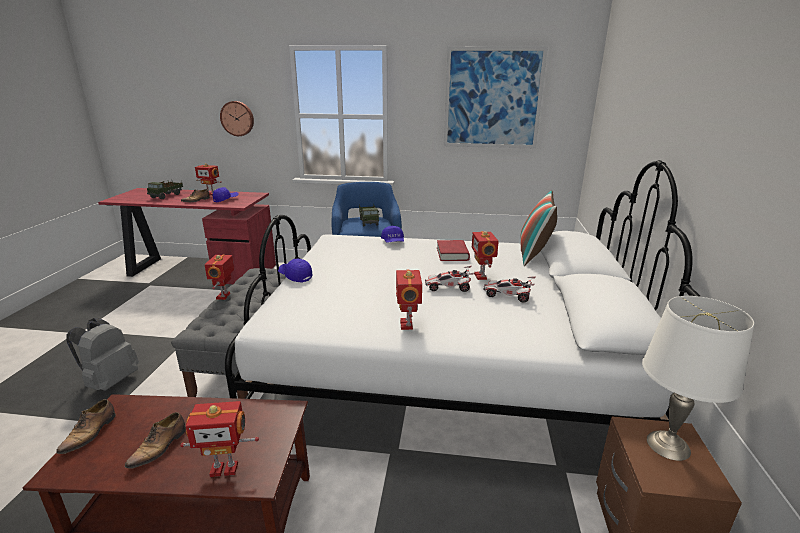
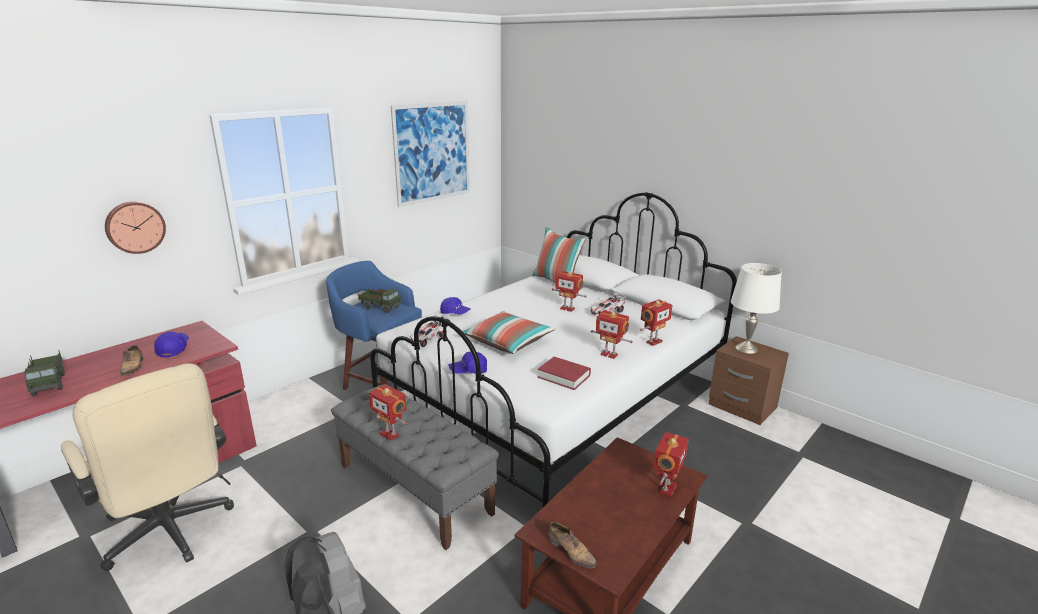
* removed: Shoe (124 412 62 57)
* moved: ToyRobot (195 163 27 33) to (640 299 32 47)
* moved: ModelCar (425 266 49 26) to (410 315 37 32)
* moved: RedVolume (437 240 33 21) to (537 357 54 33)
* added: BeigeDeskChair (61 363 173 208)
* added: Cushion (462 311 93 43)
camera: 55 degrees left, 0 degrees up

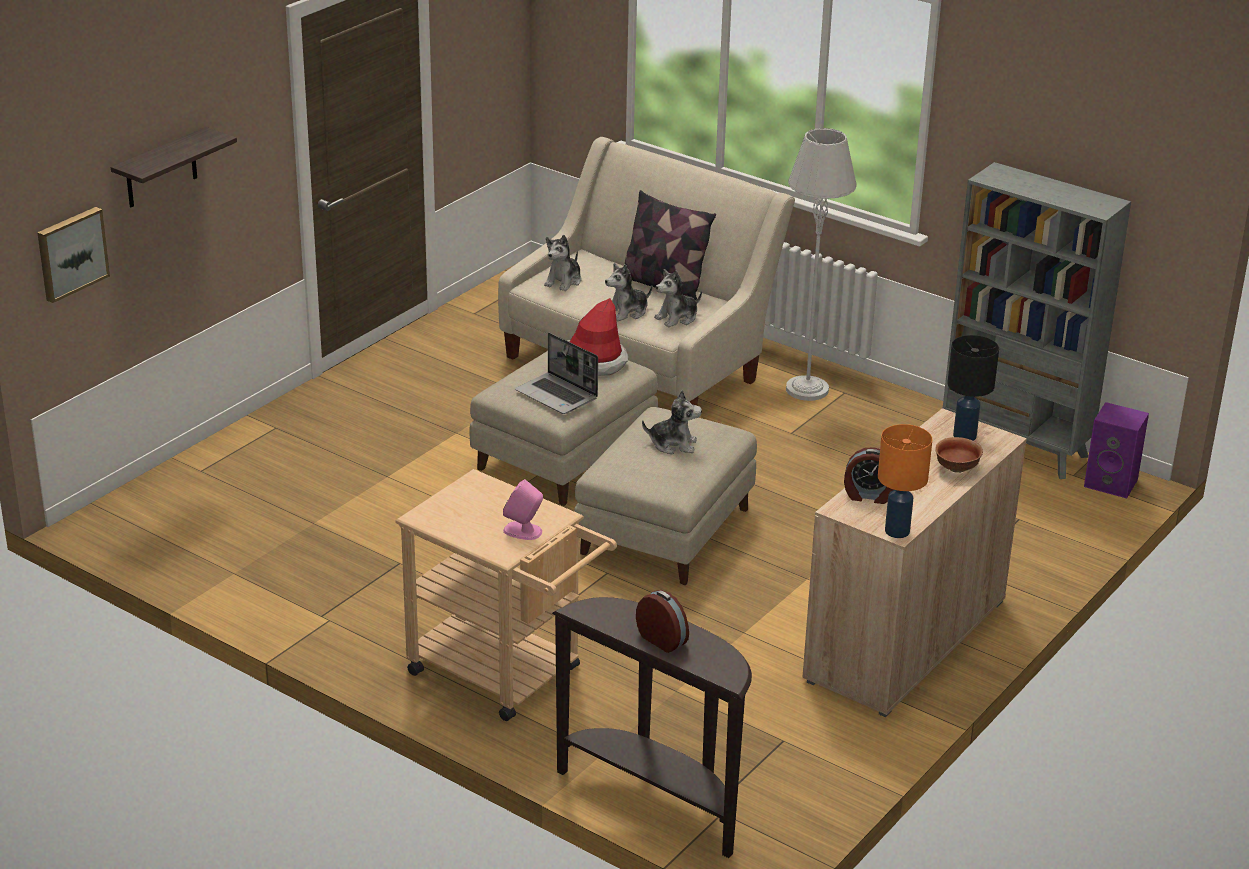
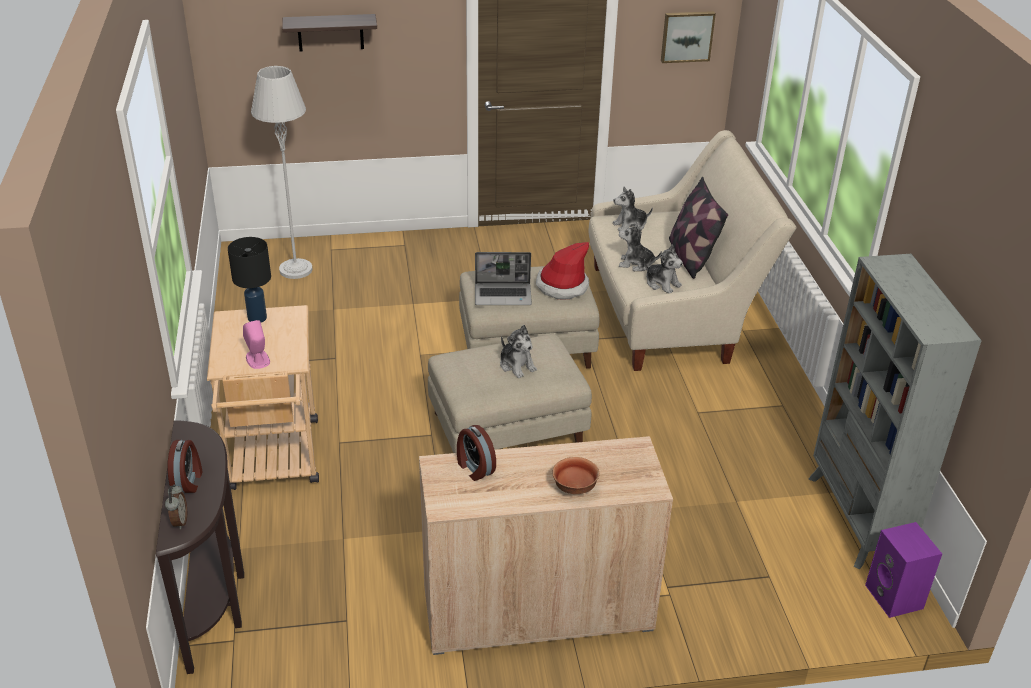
* moved: WallPicture (37 207 73 96) to (661 11 55 52)
* turned: PortableComputer (515 333 83 81) = (475 252 57 53) 90 degrees counterclockwise
* turned: SoftToy (654 269 48 58) = (644 244 39 49) 150 degrees counterclockwise
* moved: GreyStandardLamp (786 128 71 273) to (251 66 62 213)
* removed: OrangeColouredTableLamp (878 424 54 114)
* moved: BlackTableLamp (947 335 52 106) to (228 237 43 86)
* added: BedsideClock (165 484 22 46)
camera: 45 degrees right, 5 degrees up

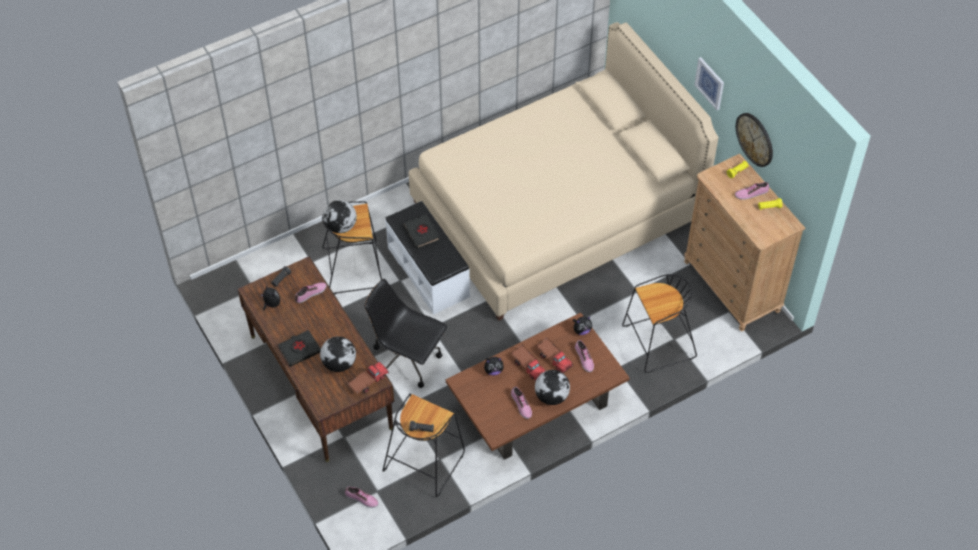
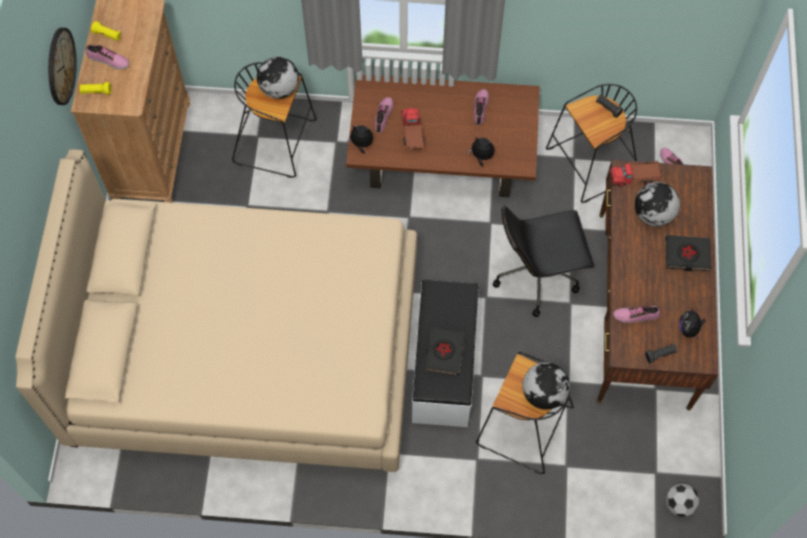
* turned: BlackDeskChair (364 279 84 109) = (493 206 102 111) 105 degrees clockwise
* removed: ToyLorry (511 344 35 38)
* moved: DeskGlobe (535 370 35 35) to (257 57 42 42)
* removed: WallPicture (694 57 30 53)
* added: BallForFootball (666 483 33 34)
camera: 145 degrees left, 10 degrees up

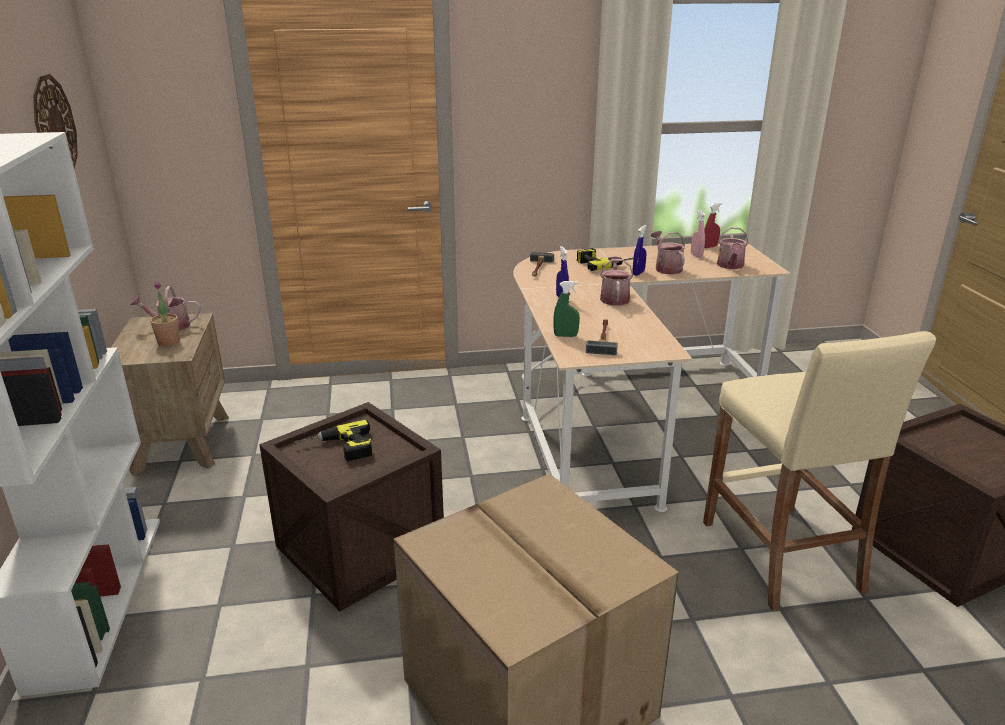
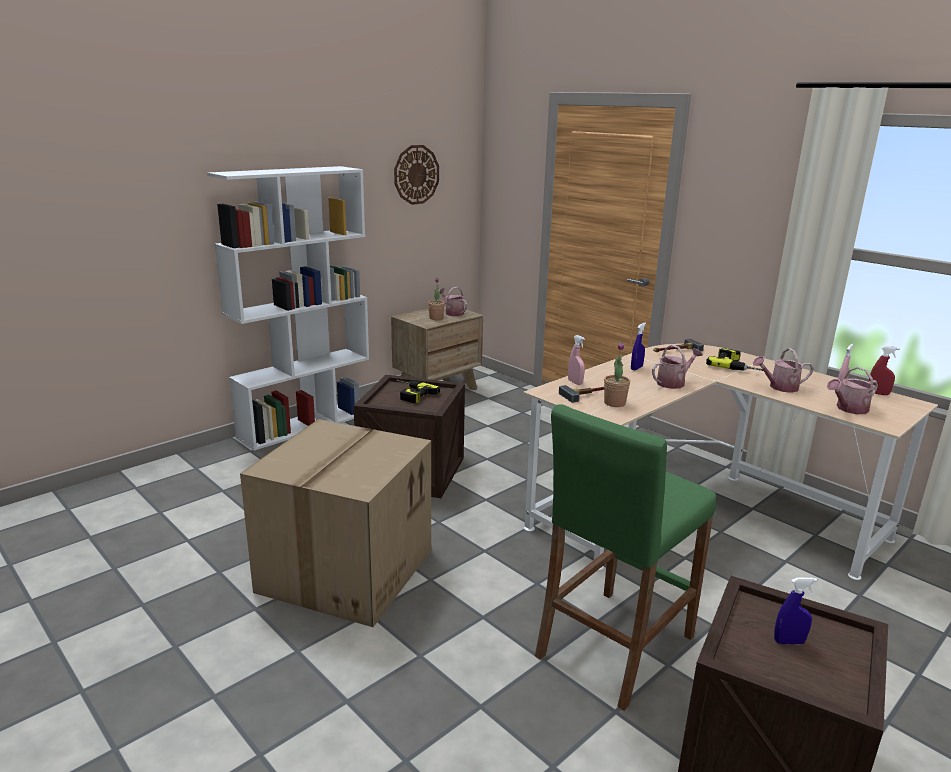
* recoloured: GreenColouredHandSprayer (553 281 27 56) to PinkHandSprayer (568 335 17 50)
* moved: BlueHandSprayer (633 225 14 51) to (774 577 43 67)
* turned: WateringCan (651 231 34 44) = (753 348 61 45) 135 degrees counterclockwise
* recoloured: BeigeStool (703 331 233 280) to GreenColouredStool (535 404 181 306)
* added: Houseplant (604 342 26 65)
camera: 55 degrees right, 5 degrees down

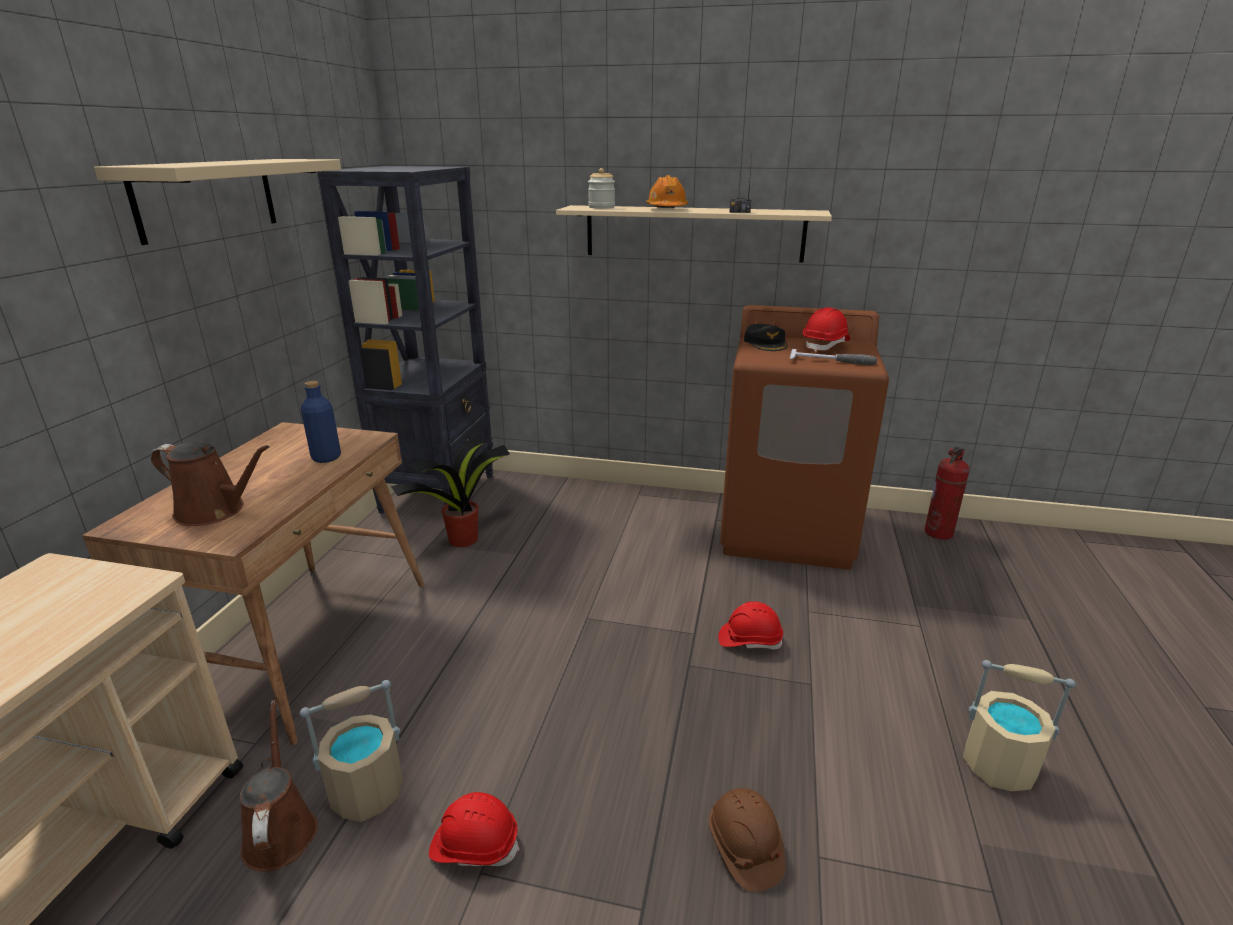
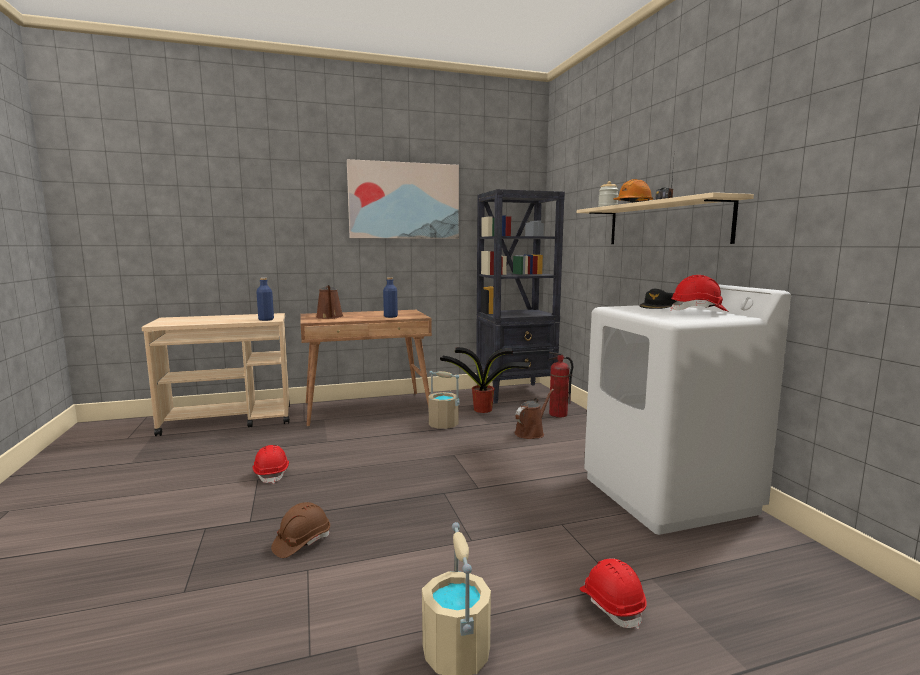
* replaced: BeigeBracketShelf (94 159 247 86) to WallPicture (347 159 112 80)
* moved: BrownWateringCan (240 700 78 172) to (514 389 40 50)
* moved: BeigePail (300 680 103 142) to (428 371 32 58)
* moved: RedWorkHelmet (718 601 65 49) to (580 559 67 70)
* recoloured: BrownLaundryAppliance (720 305 169 265) to WhitishLaundryAppliance (584 284 207 251)
* removed: Hammer (789 349 88 16)
* moved: FireExtinguisher (924 447 46 93) to (548 351 25 67)
* added: BlueBottle (256 278 18 43)
camera: 60 degrees right, 15 degrees down

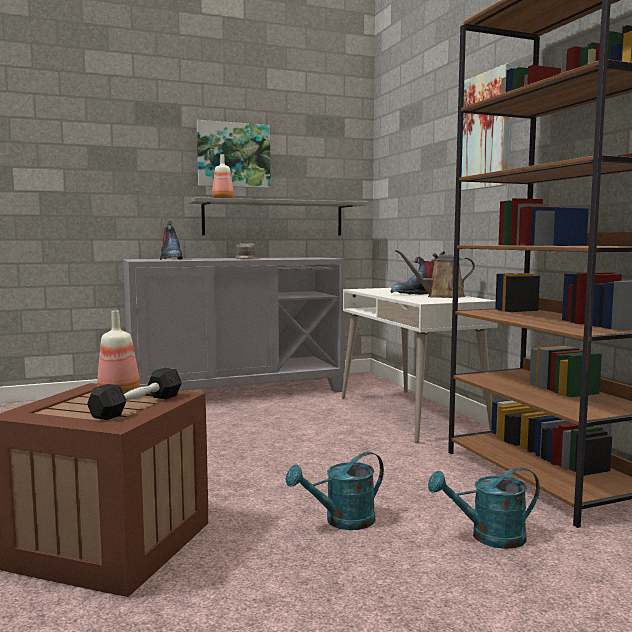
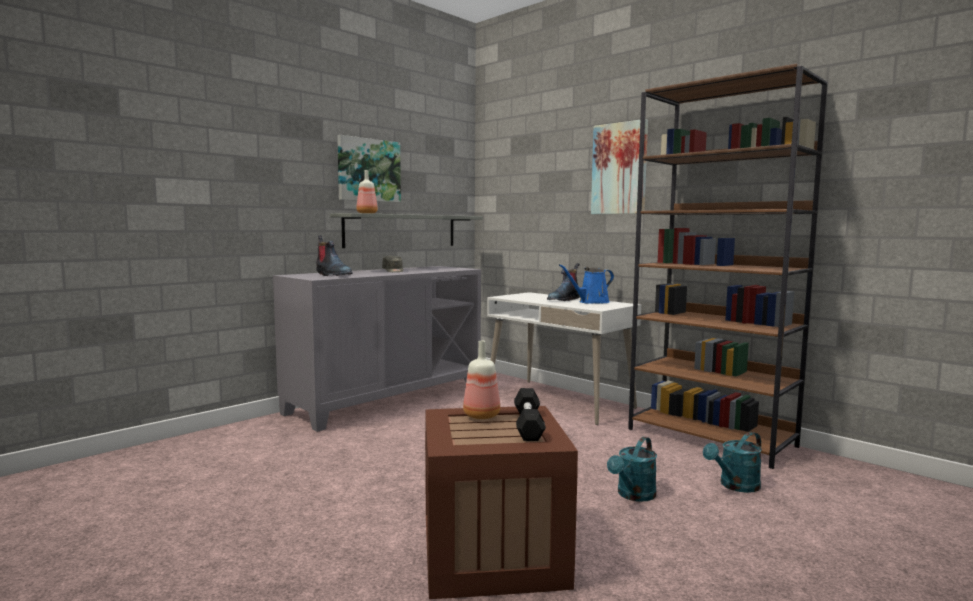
* recoloured: BrownWateringCan (395 249 80 49) to BlueWateringCan (559 264 55 40)
camera: 25 degrees left, 0 degrees up

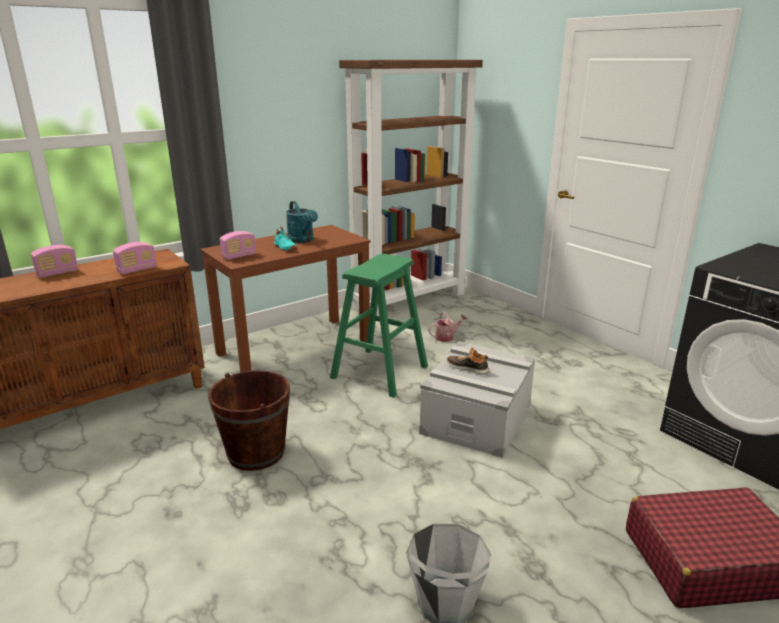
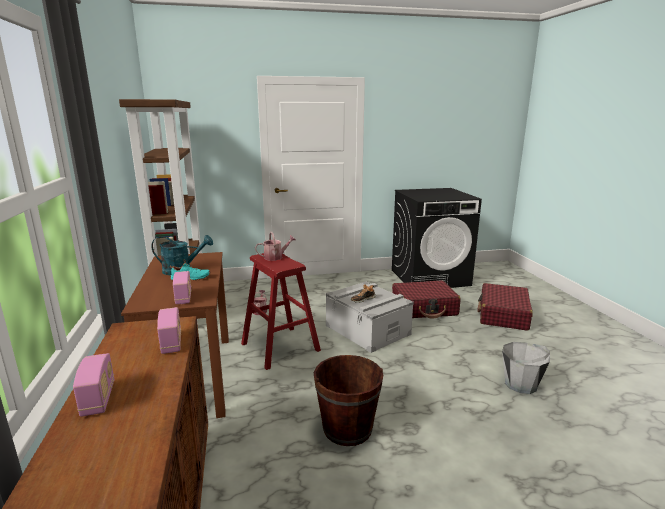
* recoloured: GreenColouredStool (330 254 98 144) to RedStool (241 253 80 117)
* added: WateringCan (255 232 41 29)
* added: RedTravelCase (392 281 69 38)
camera: 65 degrees left, 5 degrees down

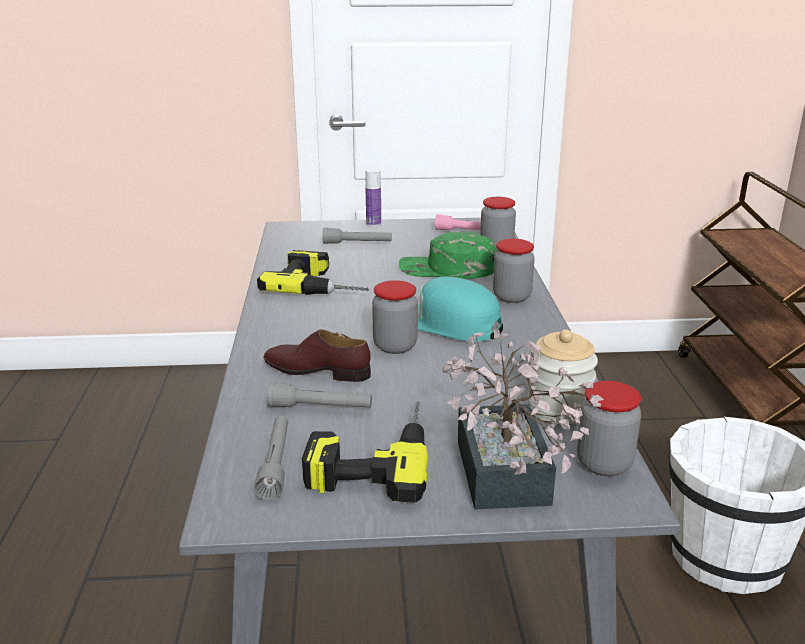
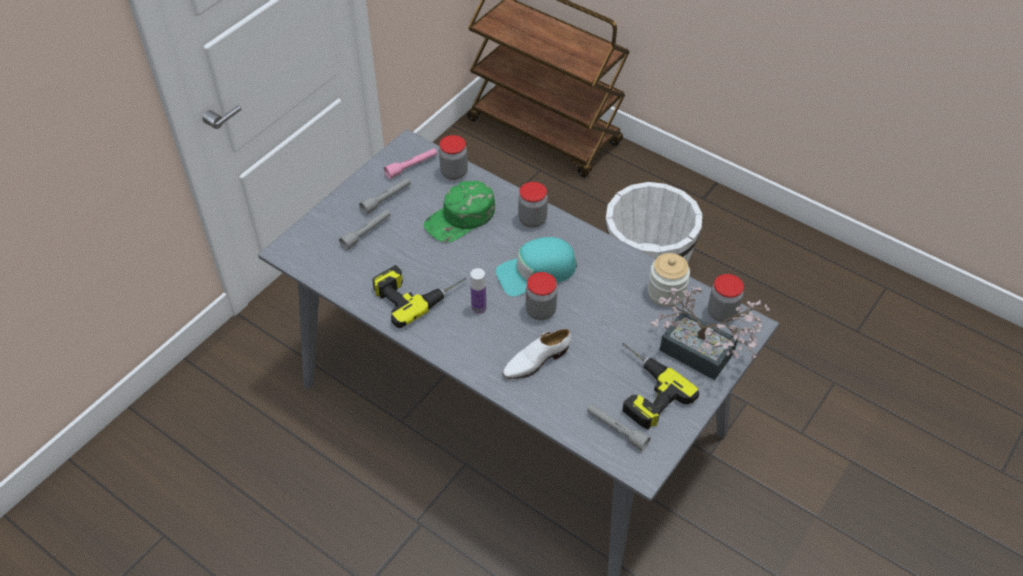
* recoloured: BrownShoe (263 329 108 53) to WhitishShoe (502 329 69 50)
* moved: GreyFlashlight (266 382 106 26) to (359 178 52 37)
* moved: Bottle (365 169 16 58) to (470 268 16 46)
camera: 50 degrees left, 25 degrees up

